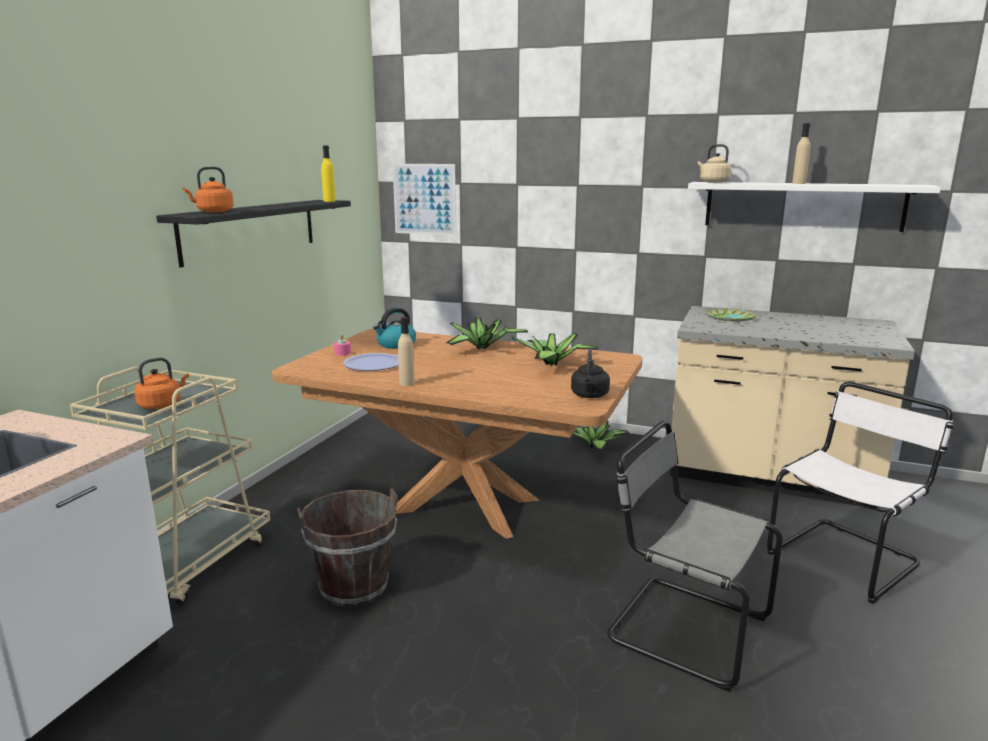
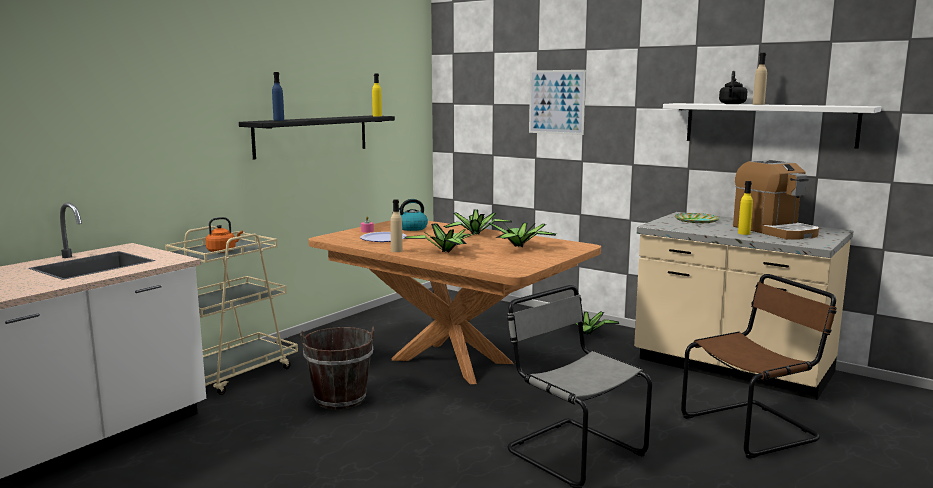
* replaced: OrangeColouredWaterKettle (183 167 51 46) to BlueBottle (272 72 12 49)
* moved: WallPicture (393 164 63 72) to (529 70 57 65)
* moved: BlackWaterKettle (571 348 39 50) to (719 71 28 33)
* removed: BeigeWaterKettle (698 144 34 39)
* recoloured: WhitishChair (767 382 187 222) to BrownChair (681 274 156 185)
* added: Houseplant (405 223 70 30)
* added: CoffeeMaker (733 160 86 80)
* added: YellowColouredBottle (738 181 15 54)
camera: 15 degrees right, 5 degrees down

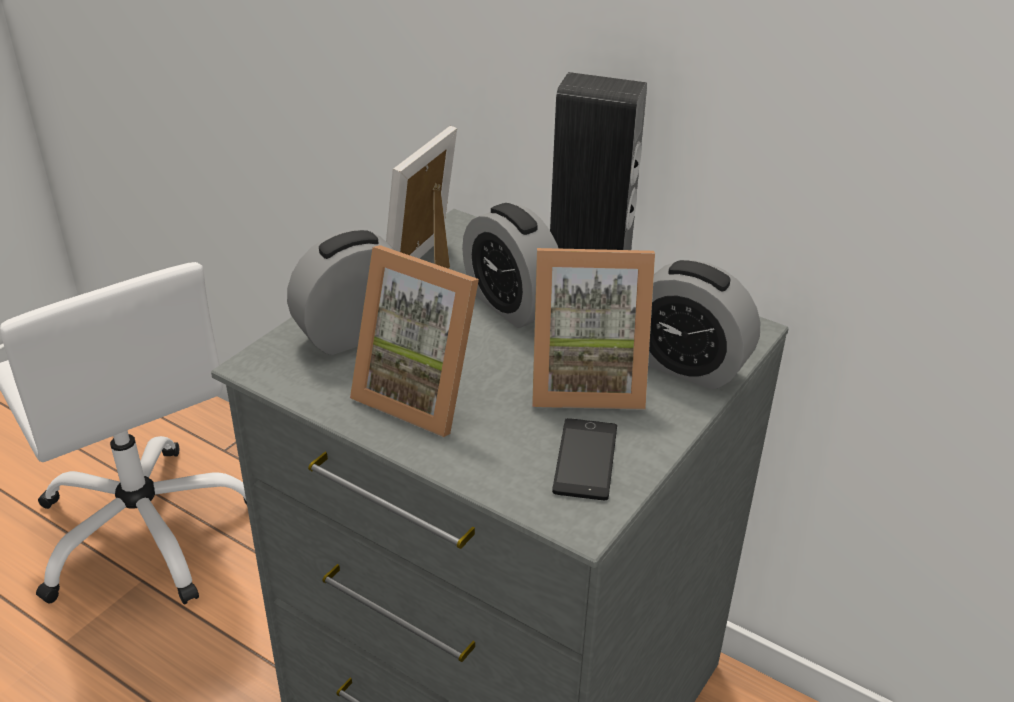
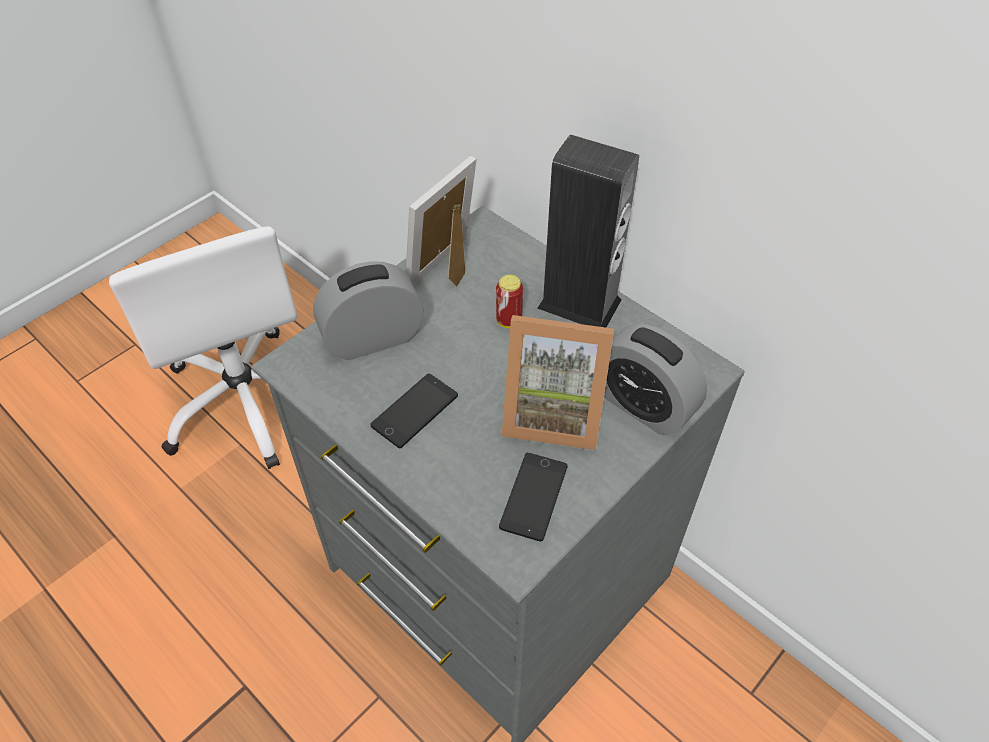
* replaced: PictureFrame (350 245 129 192) to Handset (370 374 88 74)
* replaced: BedsideClock (462 203 97 125) to Can (496 275 27 53)
camera: 10 degrees right, 15 degrees up

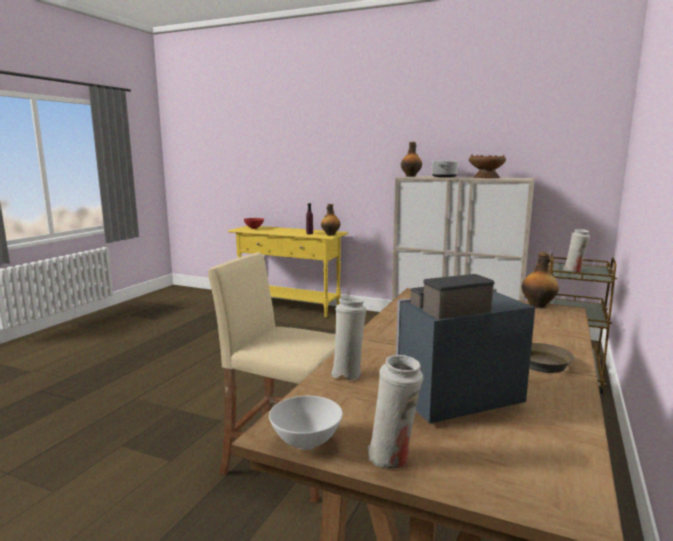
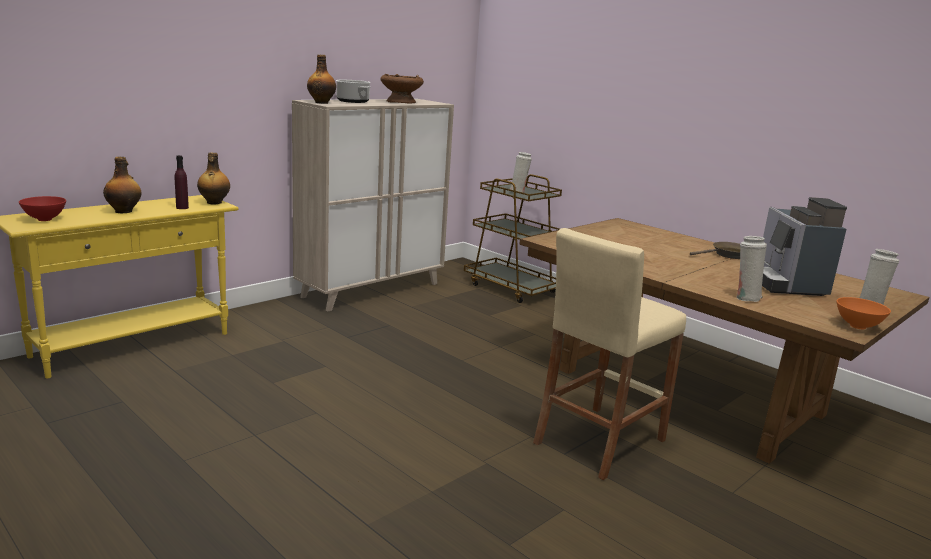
* recoloured: WhitishDeepDish (269 396 74 54) to OrangeColouredDeepDish (836 297 55 32)
* moved: Bottle (522 252 37 56) to (103 157 38 56)
camera: 70 degrees left, 5 degrees up

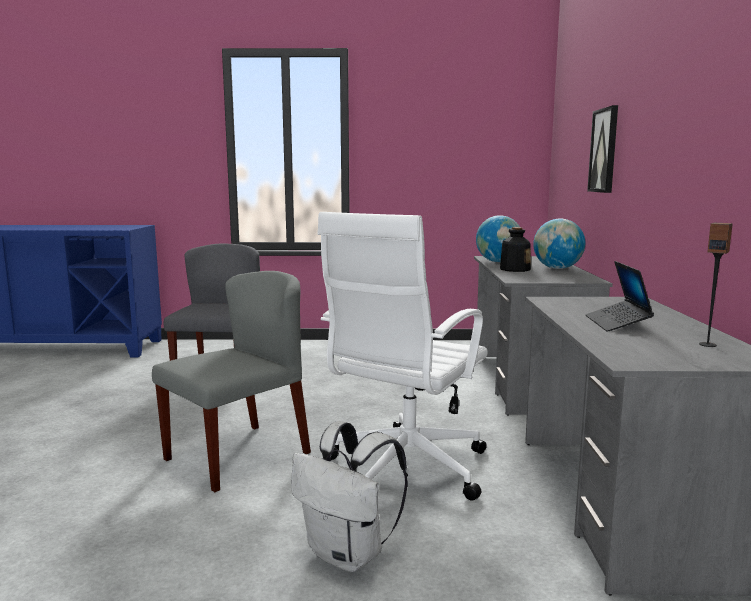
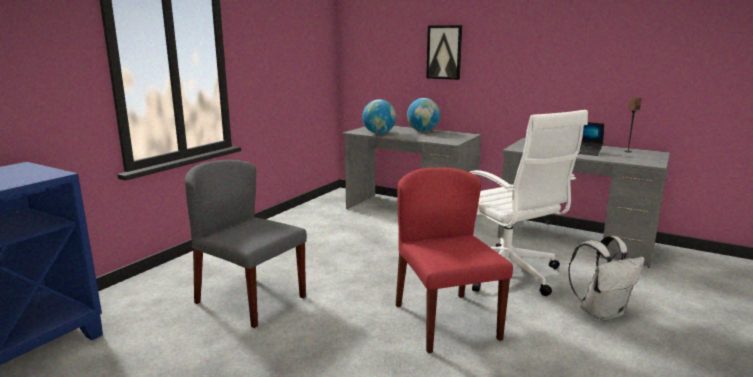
* recoloured: GreyChair (152 271 159 221) to RedChair (396 168 117 185)
* removed: Bottle (500 227 31 45)
camera: 60 degrees left, 5 degrees up

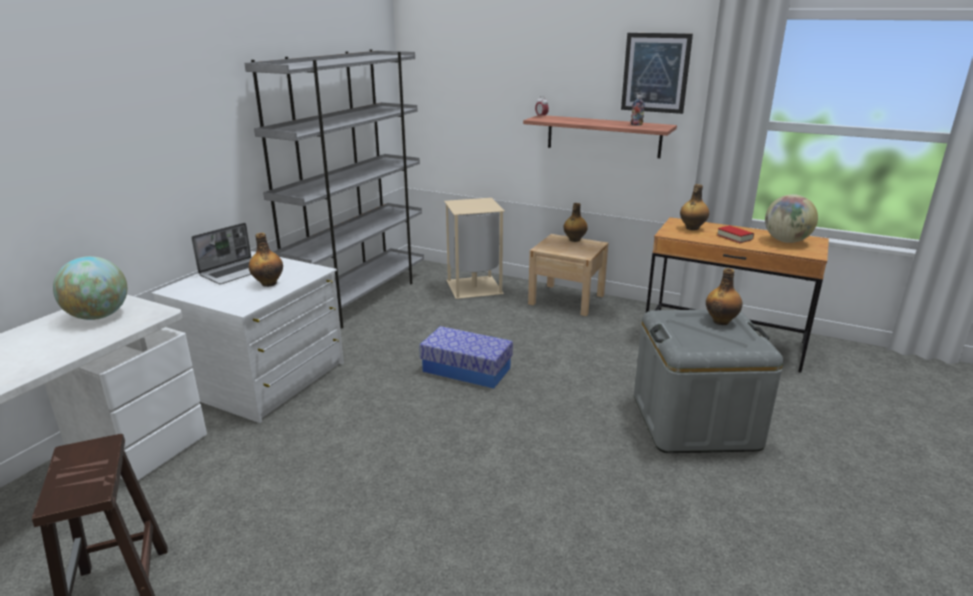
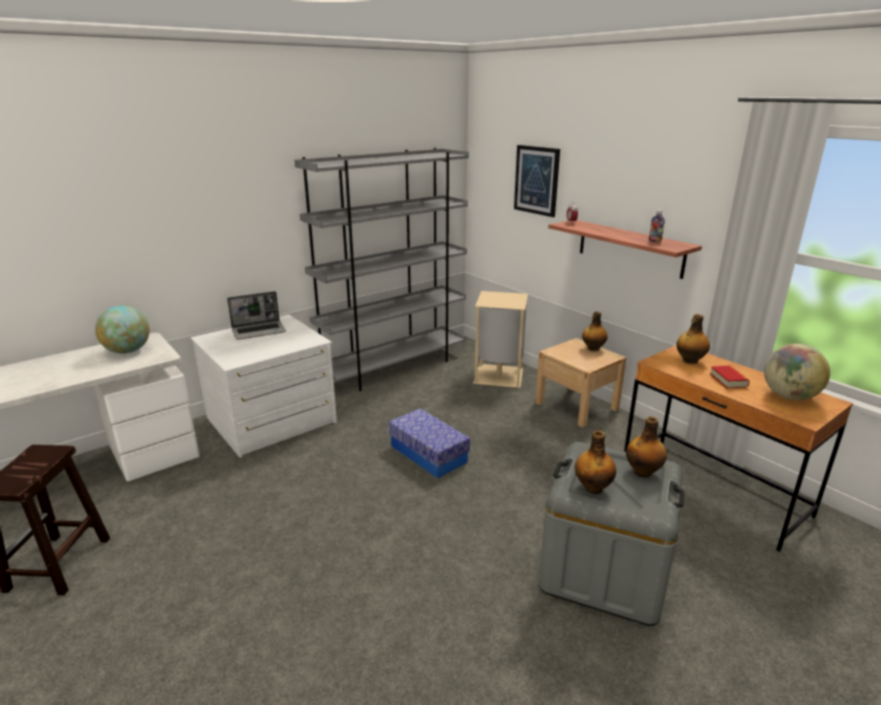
* moved: Bottle (249 233 34 54) to (575 430 41 64)
* moved: WallPicture (621 33 72 81) to (514 145 46 72)
camera: 25 degrees right, 0 degrees up

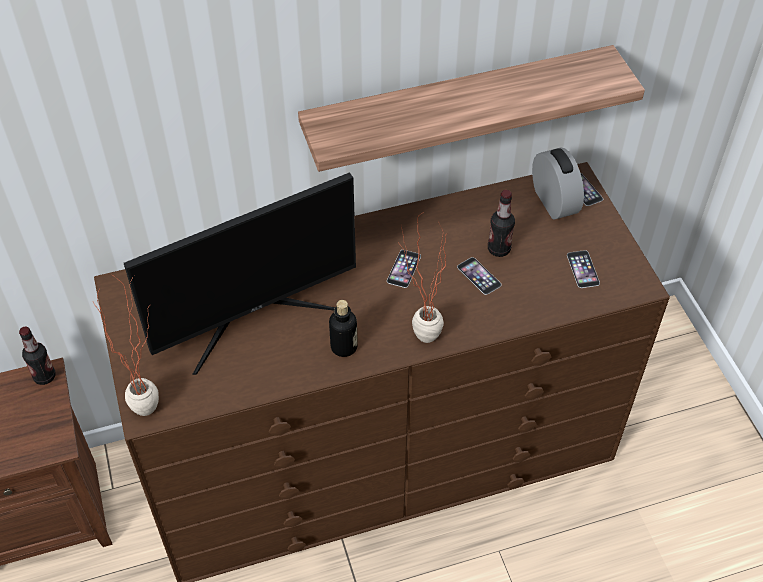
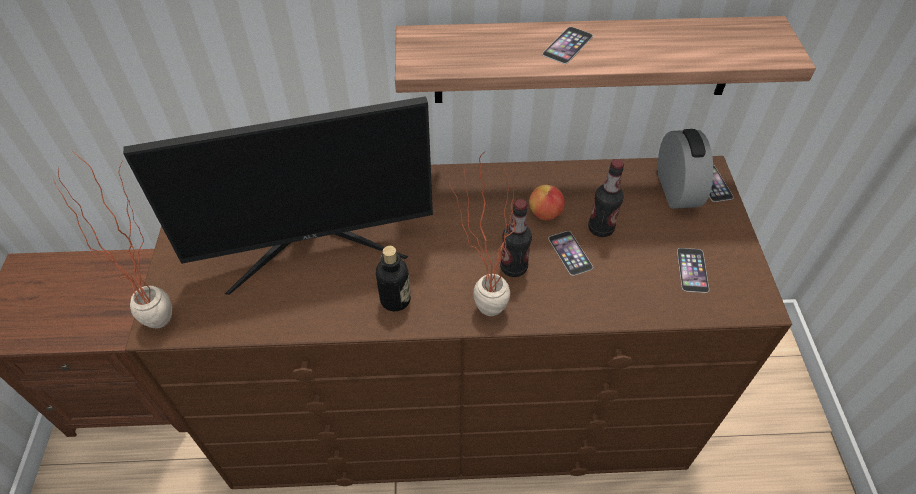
* moved: Bottle (19 327 37 58) to (500 199 32 78)
* moved: Handset (387 250 34 38) to (542 27 51 37)
* added: WholeApple (529 185 36 36)
camera: 15 degrees right, 0 degrees up

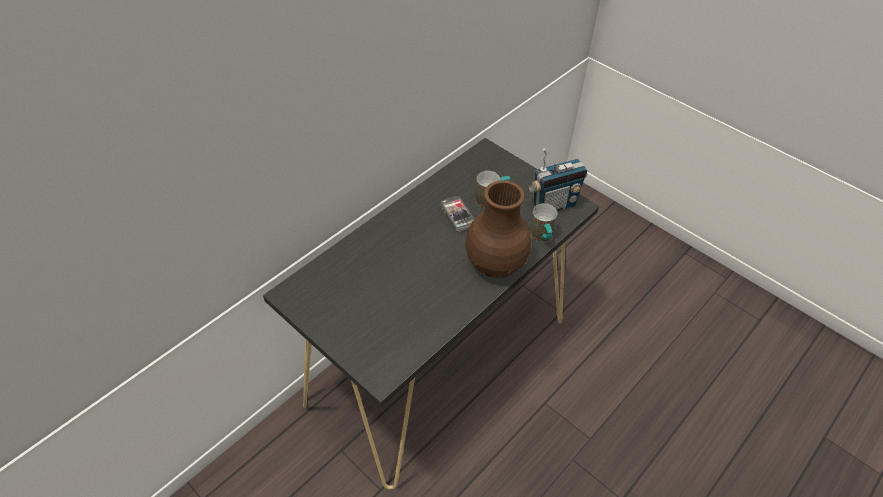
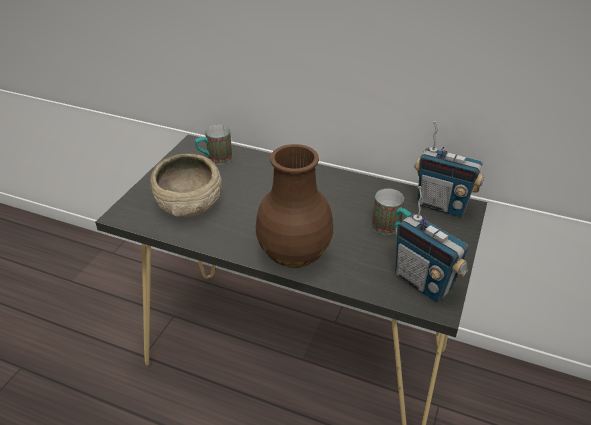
* removed: Handset (440 196 34 37)
* moved: CoffeeMug (530 203 28 40) to (195 125 37 40)
* added: BeigeDeepDish (150 154 72 63)
* added: RadioSet (414 121 70 96)
camera: 70 degrees right, 10 degrees down

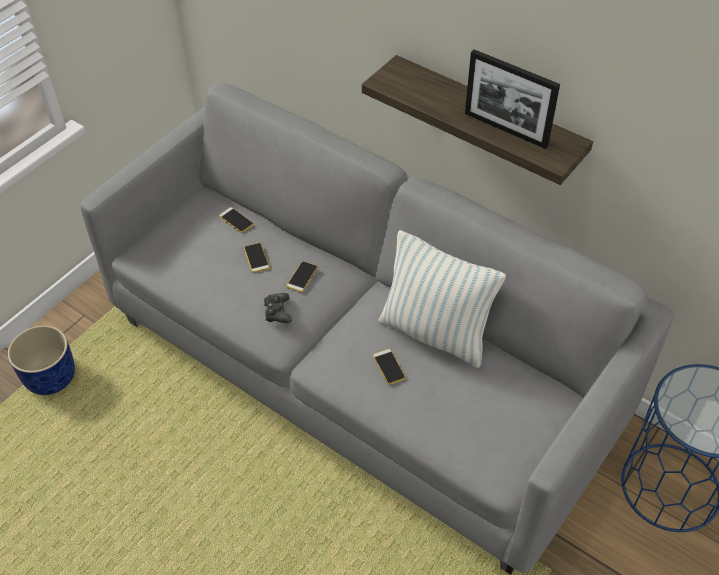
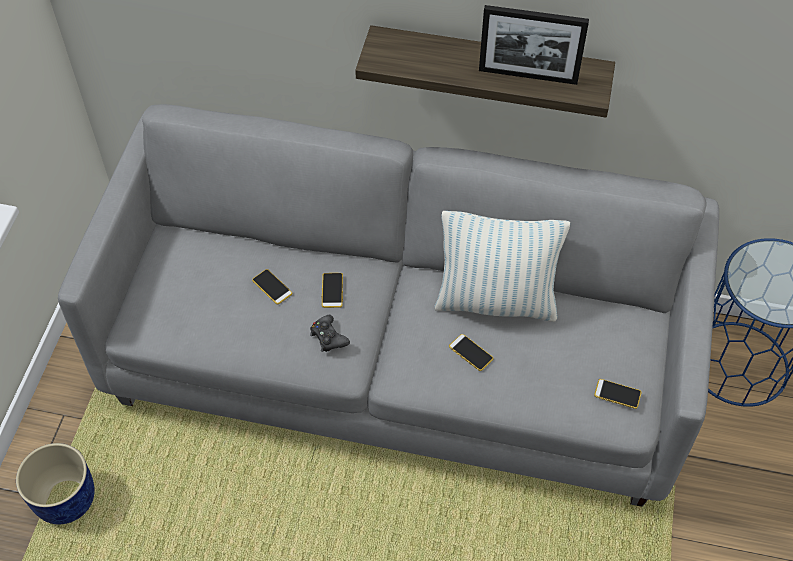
* moved: Handset (219 207 35 26) to (594 379 47 30)
camera: 25 degrees left, 5 degrees up

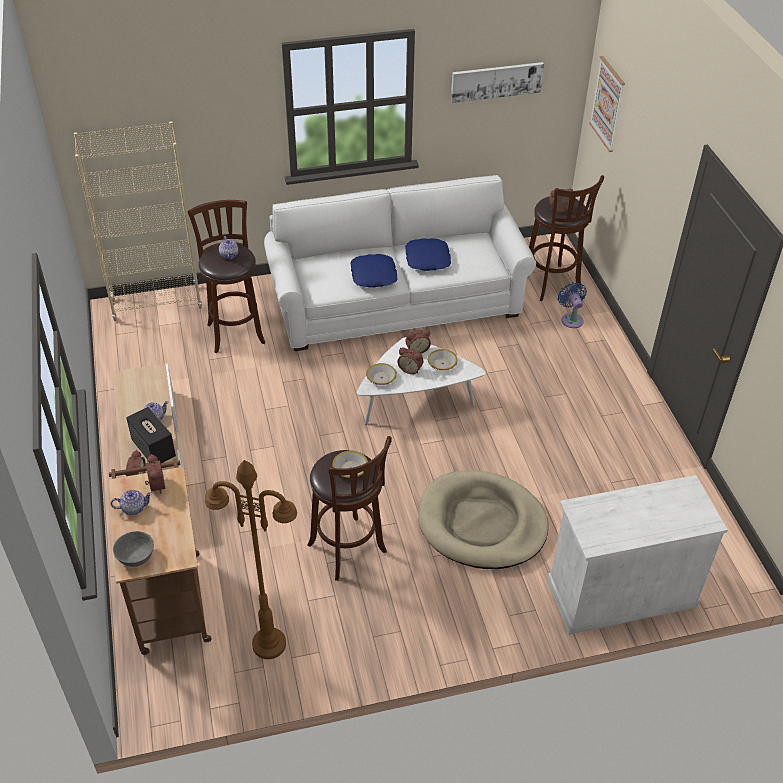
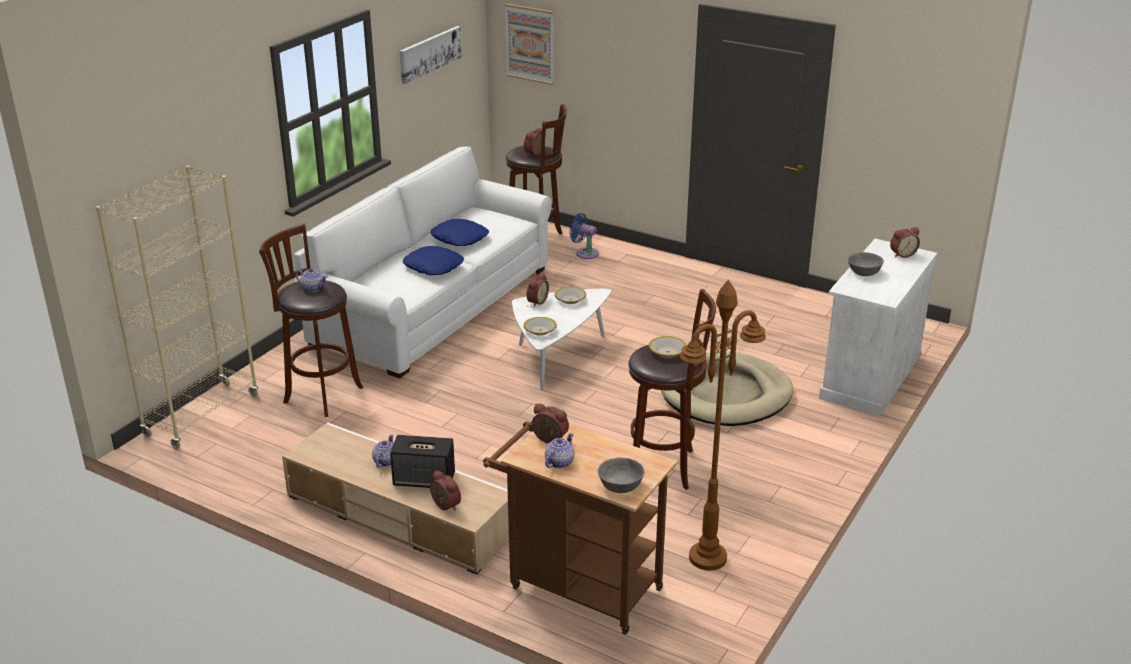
* moved: BedsideClock (397 347 27 27) to (890 227 30 31)
* added: GreyDeepDish (848 252 36 24)
camera: 45 degrees left, 15 degrees down

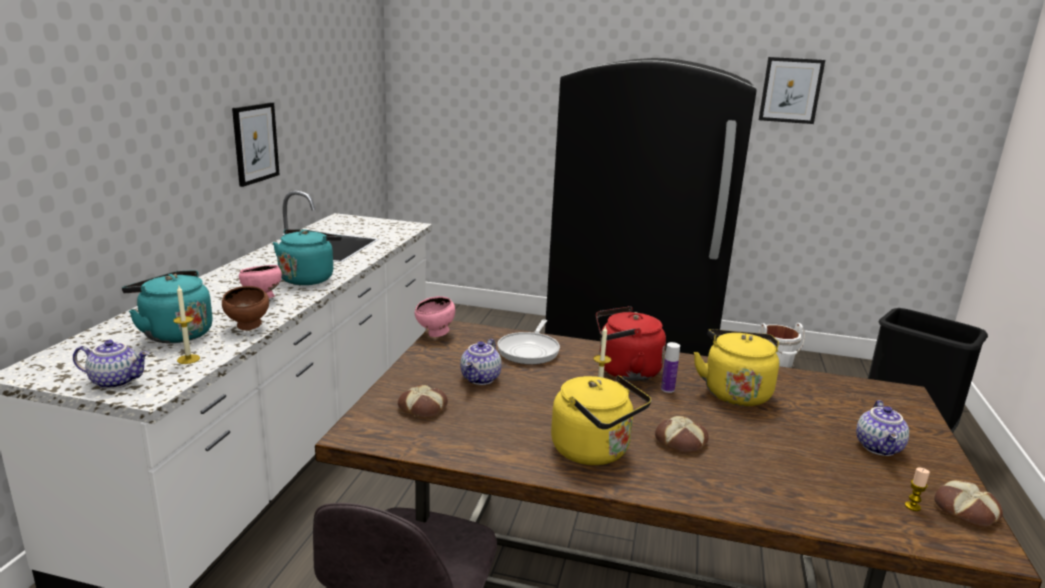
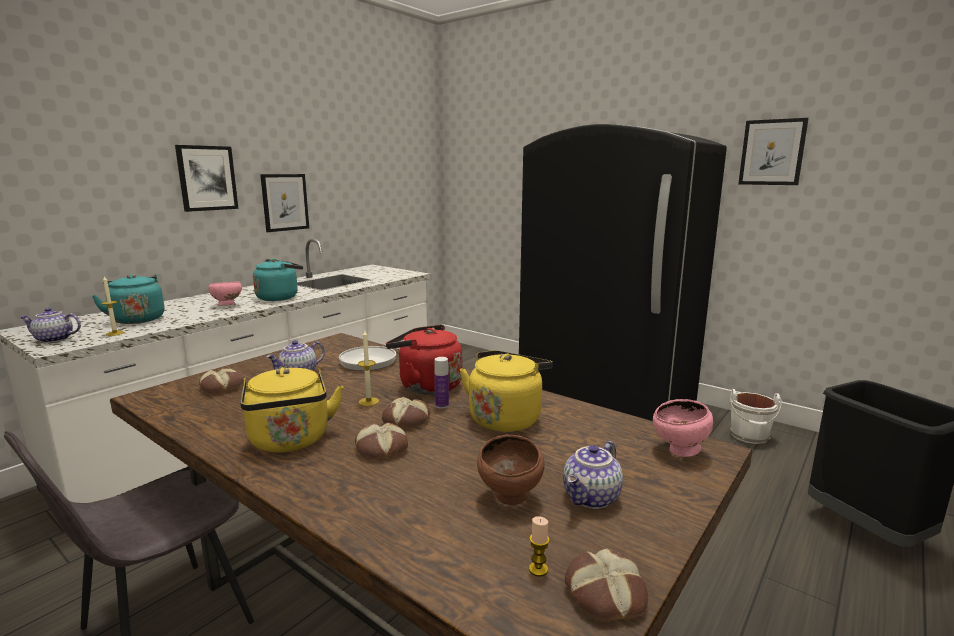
* turned: PotForTea (73 340 77 49) = (20 308 61 35) 150 degrees clockwise
* moved: BrownDeepDish (222 286 47 44) to (477 435 68 70)
* moved: PinkDeepDish (415 296 40 41) to (653 399 60 58)
* added: WallPicture (175 145 63 67)
* added: BakeryBread (382 397 48 32)
camera: 25 degrees right, 5 degrees down

